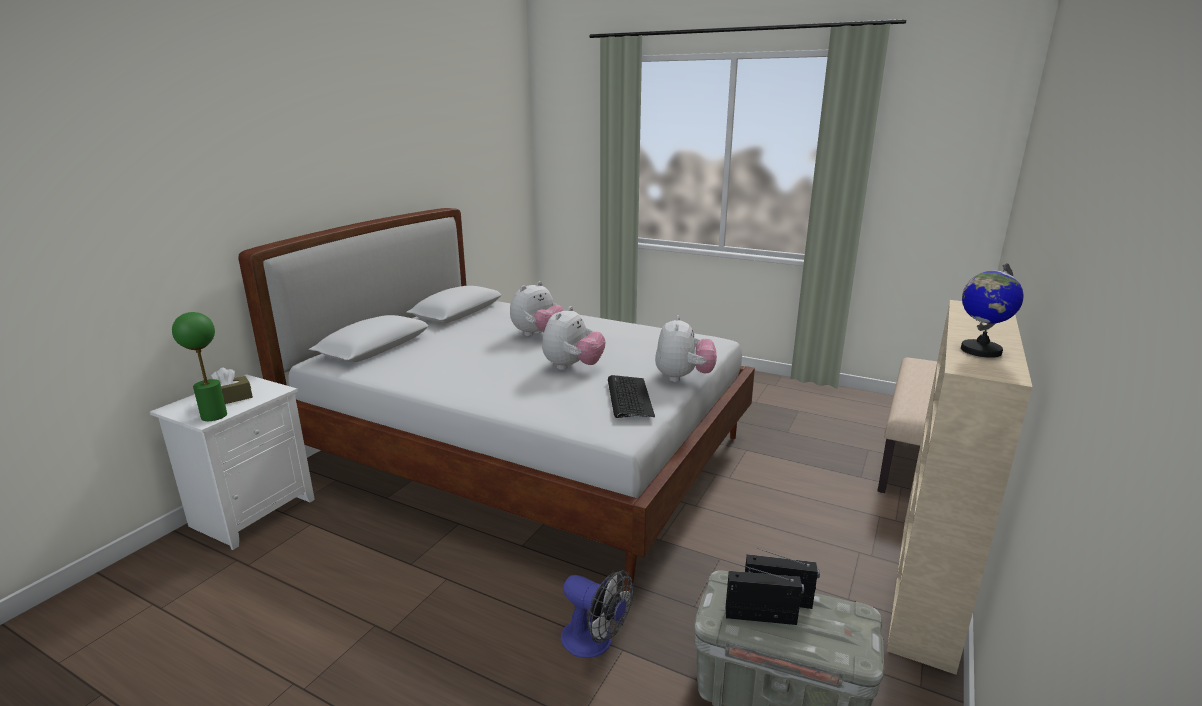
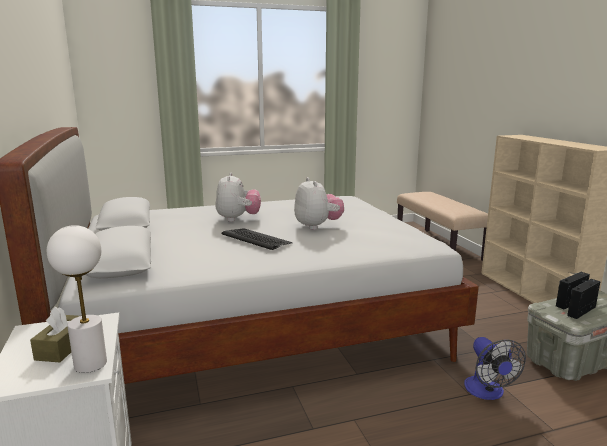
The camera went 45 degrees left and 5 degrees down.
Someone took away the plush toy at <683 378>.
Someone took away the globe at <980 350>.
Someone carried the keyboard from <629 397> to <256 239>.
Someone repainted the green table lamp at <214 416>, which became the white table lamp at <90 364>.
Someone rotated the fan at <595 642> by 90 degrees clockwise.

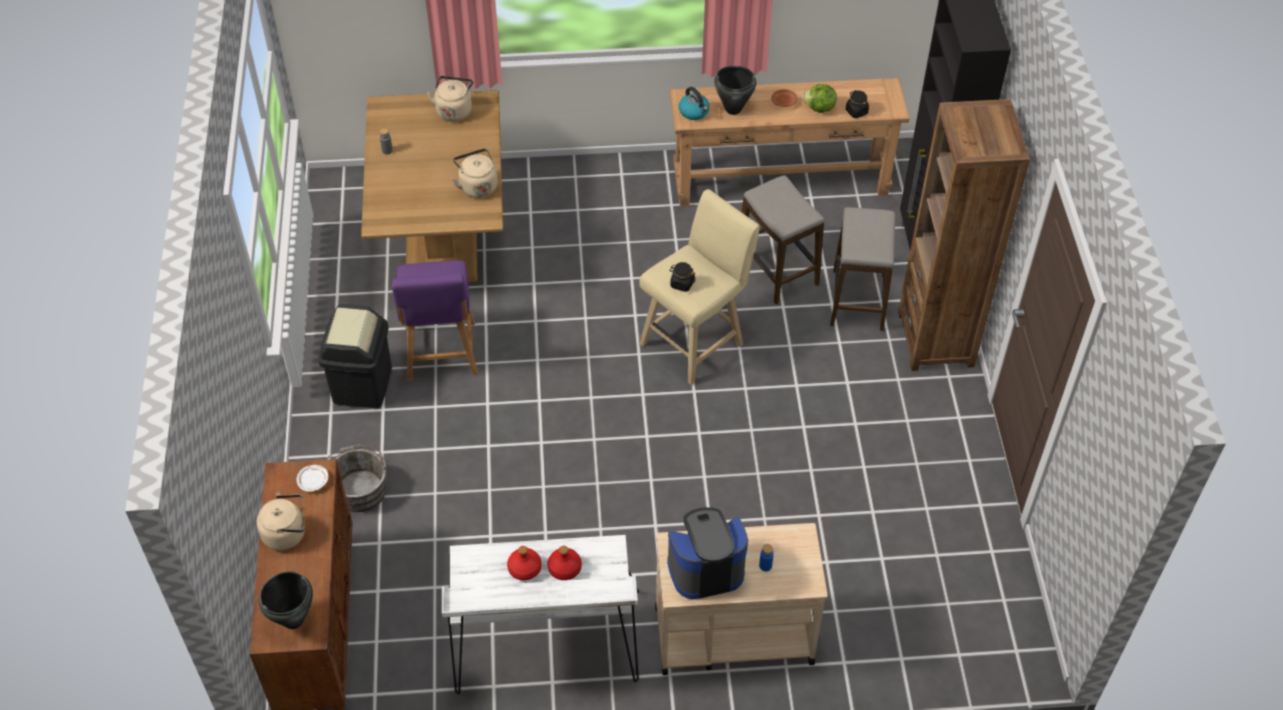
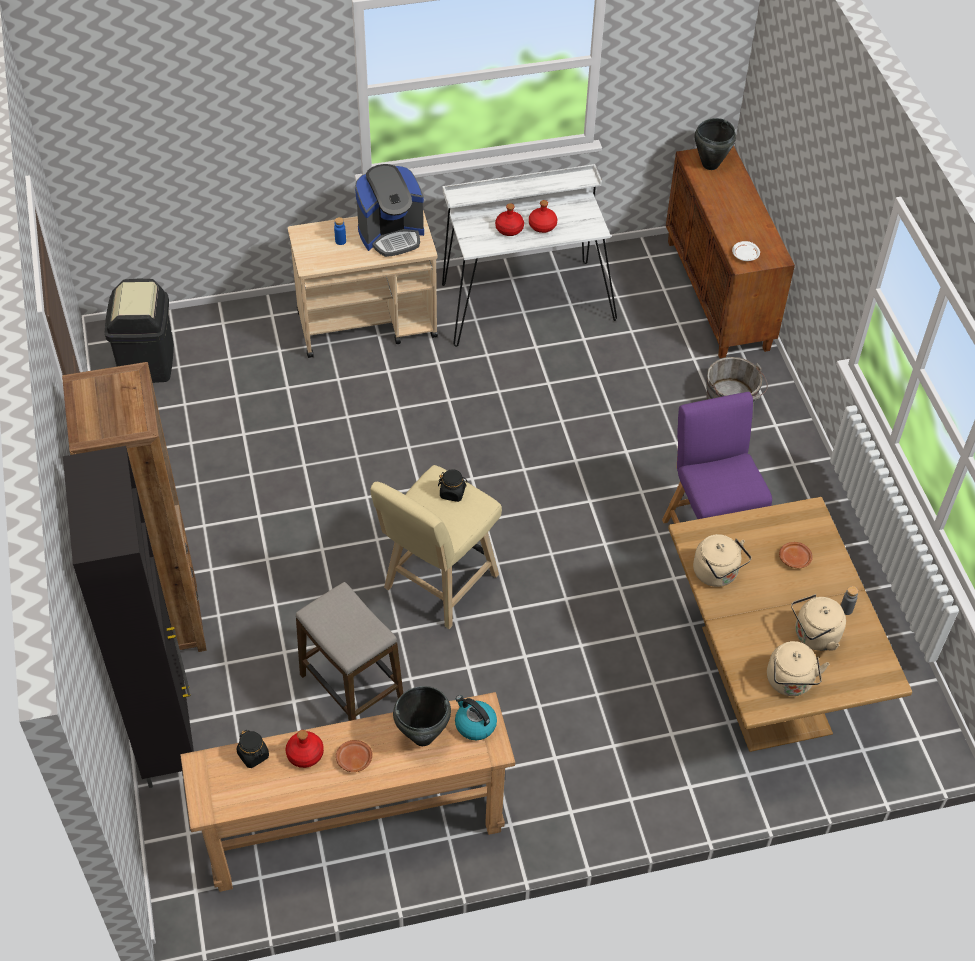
The camera went 170 degrees right and 0 degrees up.
Someone took away the stool at <858 300>.
Someone put down the brown plate at <795 558>.
Someone carried the beige kettle from <287 533> to <814 636>.
Someone carried the black trash can from <362 385> to <148 363>.
Someone swapped the lettuce at <819 108> for the red bottle at <305 754>.

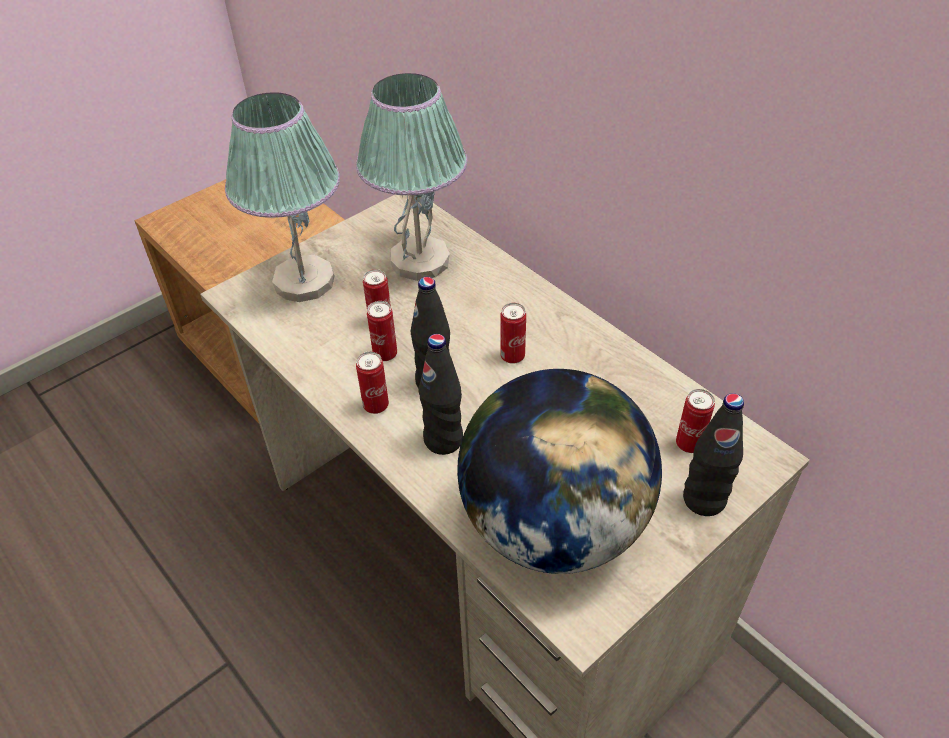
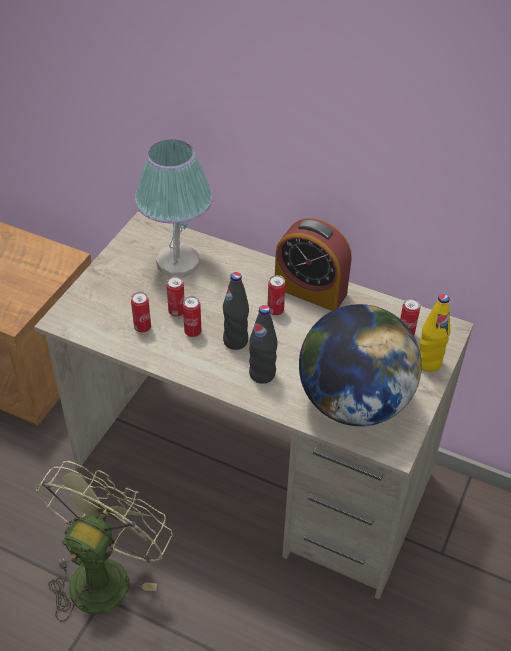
The camera went 25 degrees left and 0 degrees up.
Someone took away the table lamp at <303 281>.
Someone put down the green fan at <105 573>.
Someone put down the alarm clock at <310 290>.
Someone carried the can from <376 406> to <142 327>.
Someone repainted the black bottle at <704 500>, which became the yellow bottle at <428 363>.

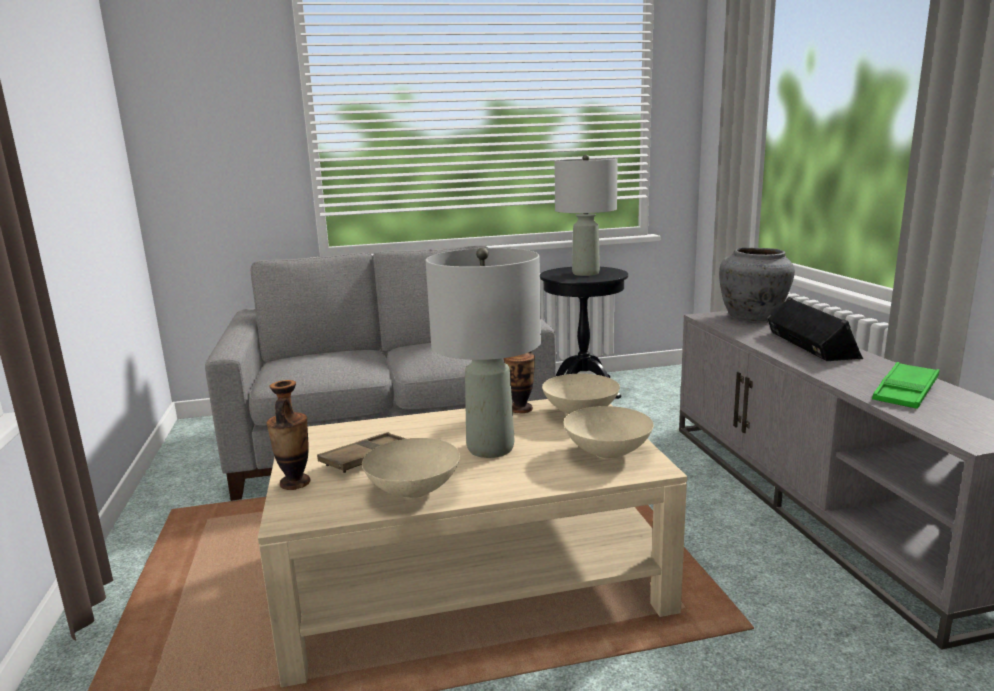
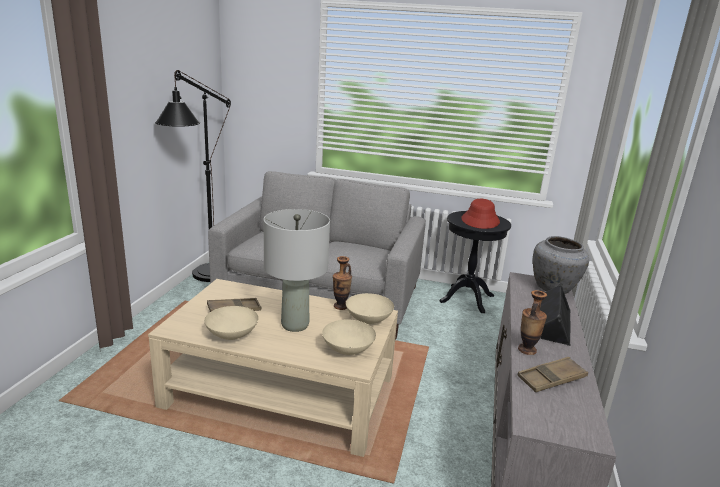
The camera went 25 degrees right and 5 degrees up.
Someone put down the black floor lamp at <206 278>.
Someone carried the vase from <295 483> to <527 350>.
Someone swapped the grey table lamp at <586 273> for the red hat at <480 220>.
Someone repainted the green tray at <905 392>, which became the brown tray at <551 379>.

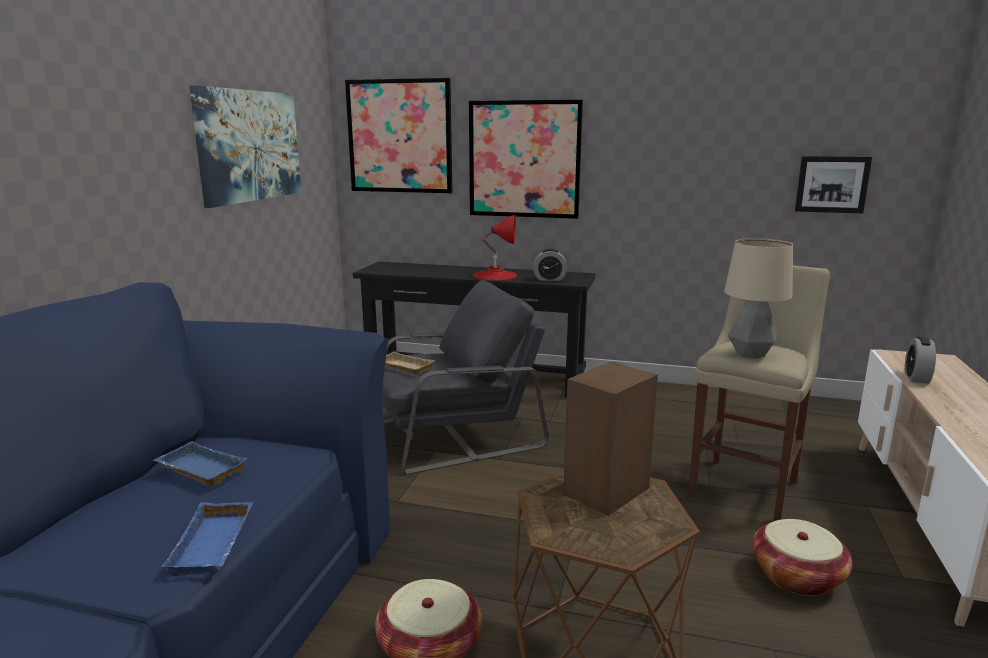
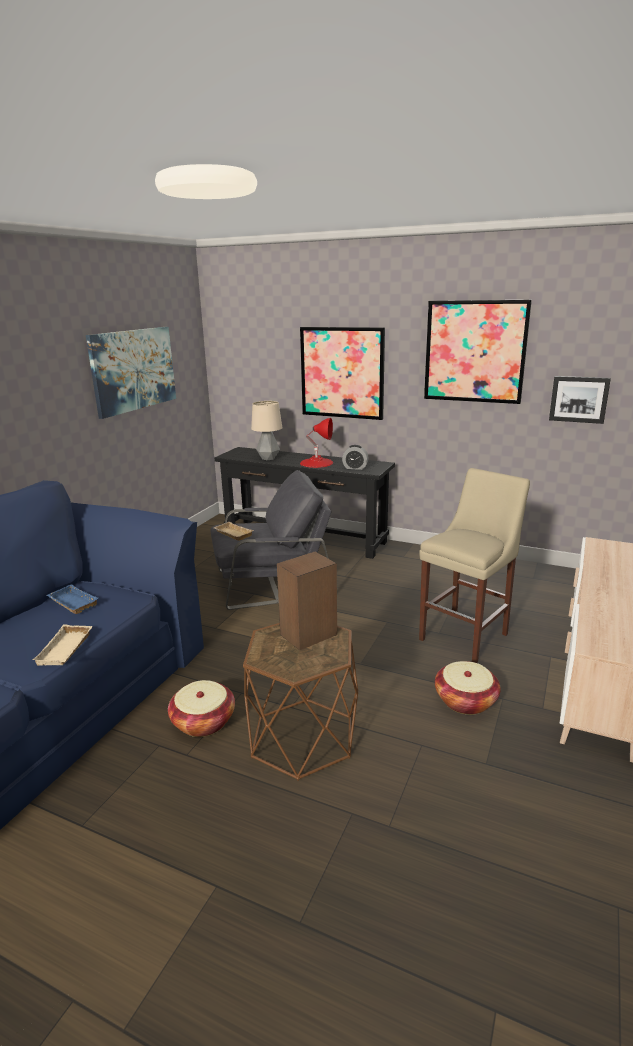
The camera went 10 degrees right and 5 degrees up.
Someone took away the alarm clock at <916 377>.
Someone carried the picture from <400 136> to <475 351>.
Someone carried the table lamp from <750 354> to <268 458>.
Someone repainted the blue tray at <215 545>, which became the beige tray at <66 650>.

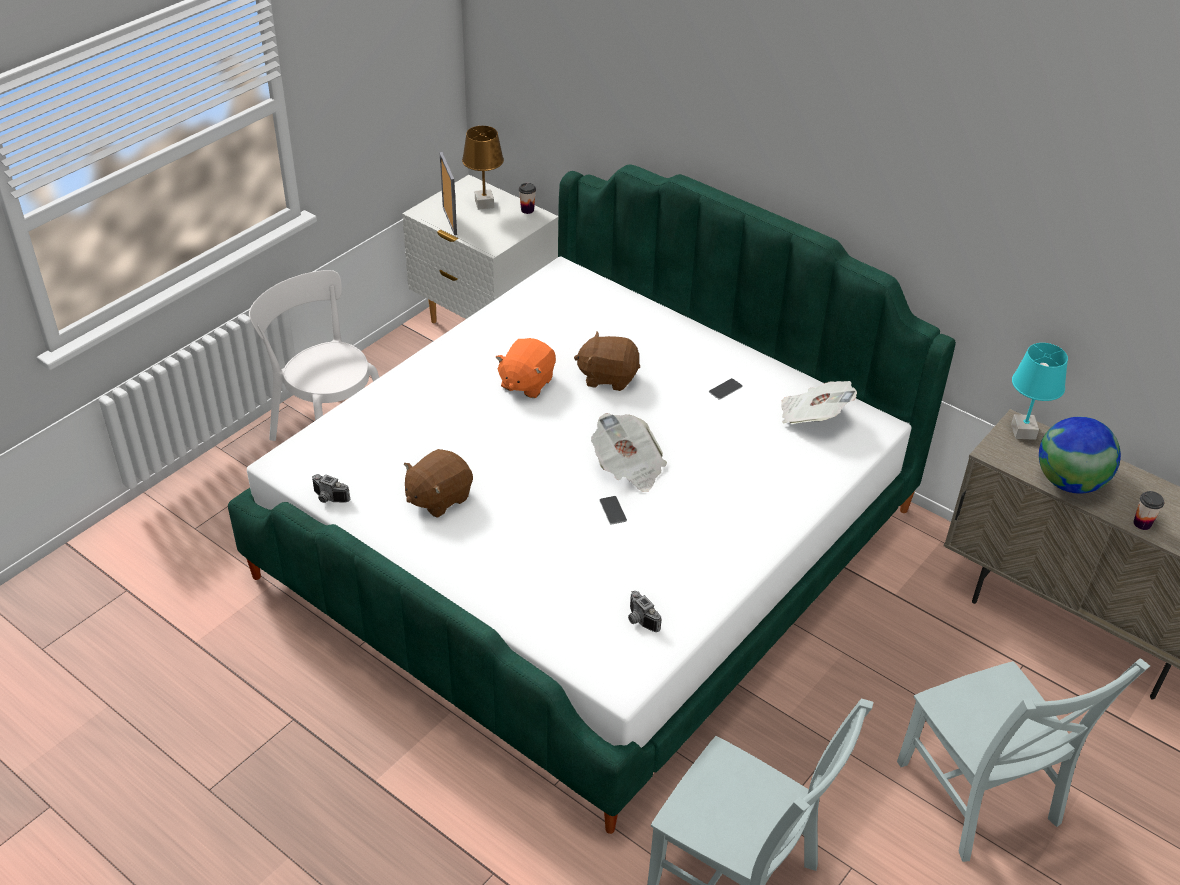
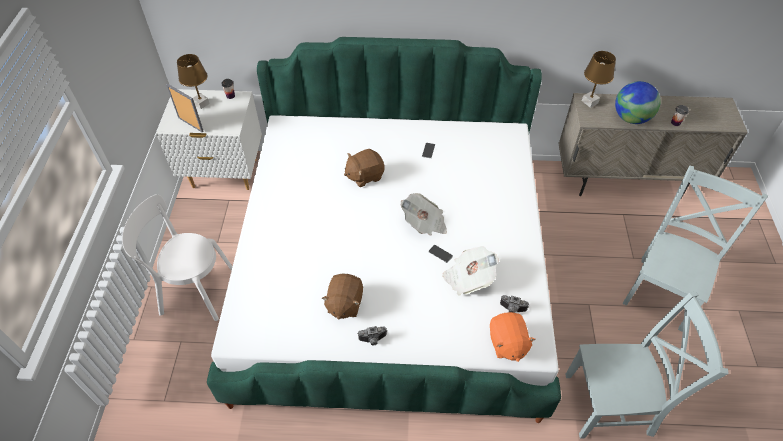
The camera went 35 degrees left and 10 degrees up.
Someone carried the photo camera from <328 499> to <373 340>.
Someone carried the orange plush toy from <526 383> to <507 343>.
Someone carried the newspaper from <813 417> to <468 278>.
Someone repainted the turquoise table lamp at <1023 432>, which became the brown table lamp at <590 102>.
Someone rotated the grey chair at <980 798> by 90 degrees counterclockwise.

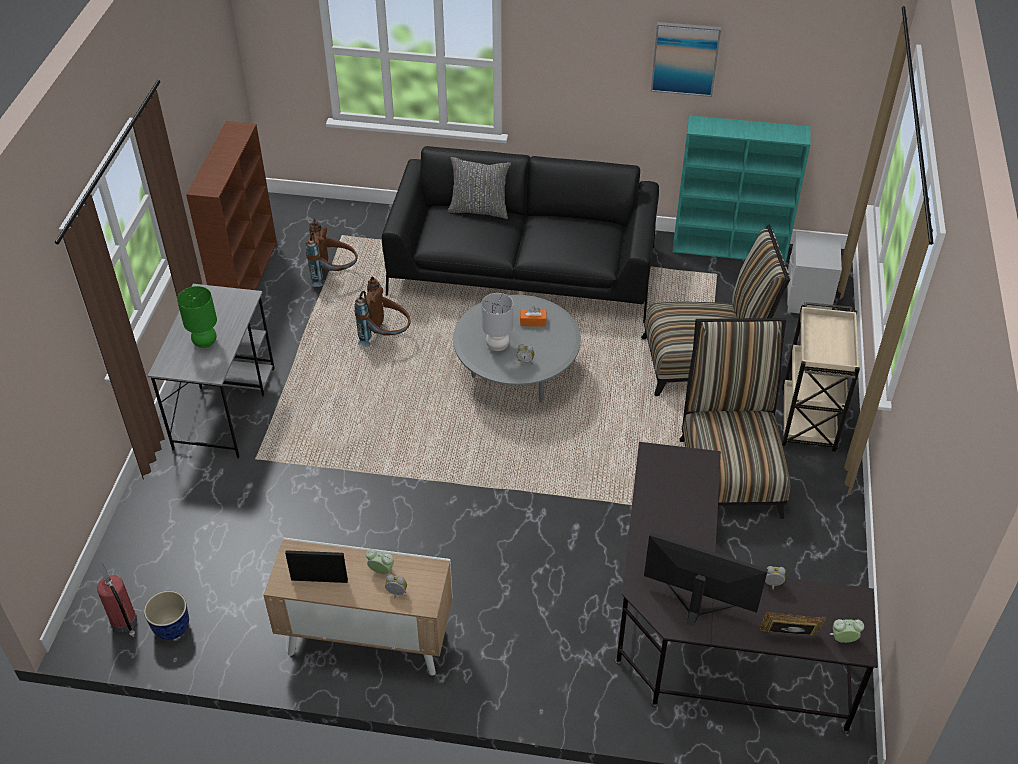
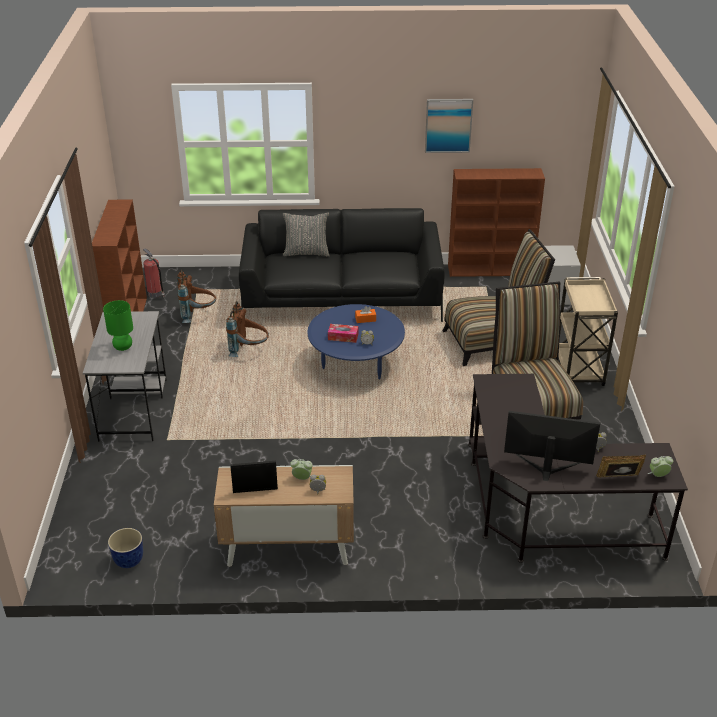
The camera went 10 degrees left and 10 degrees down.
Someone carried the fire extinguisher from <124 622> to <155 293>.
Someone swapped the grey table lamp at <497 346> for the tissue box at <343 337>.
Someone repainted the grey coffee table at <516 376>, which became the blue coffee table at <356 364>.
Someone repainted the turquoise bookcase at <730 248>, which became the brown bookcase at <491 270>.

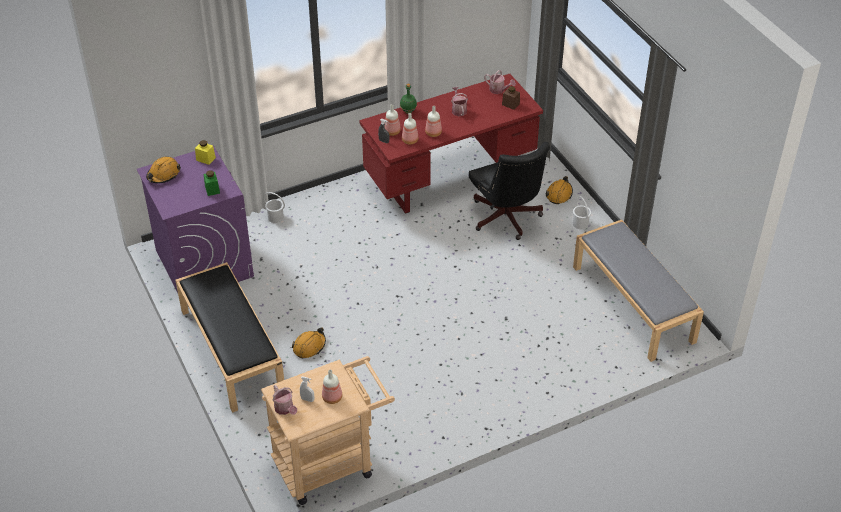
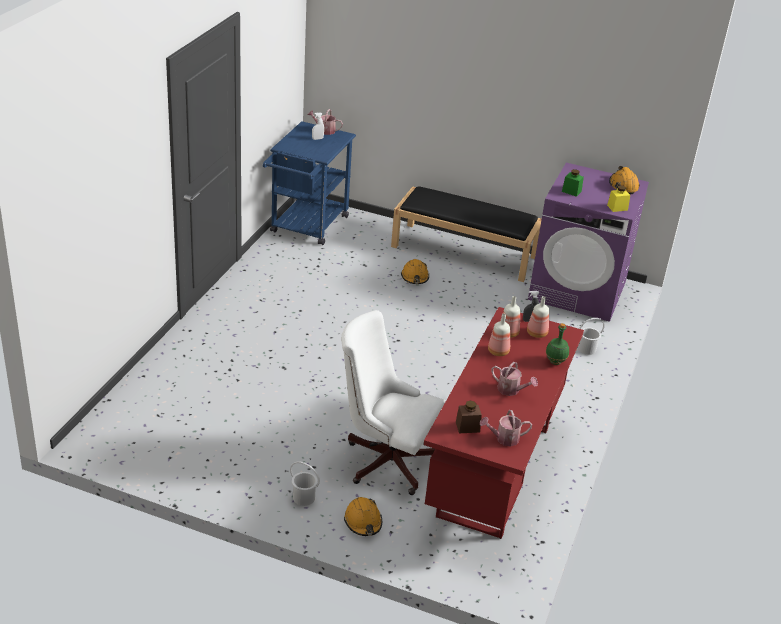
The camera went 135 degrees right and 10 degrees down.
Someone took away the bottle at <333 398>.
Someone took away the grey bench at <634 304>.
Someone repainted the beige cart at <331 462>, which became the blue cart at <306 227>.
Someone repainted the black office chair at <506 220>, which became the white office chair at <385 459>.

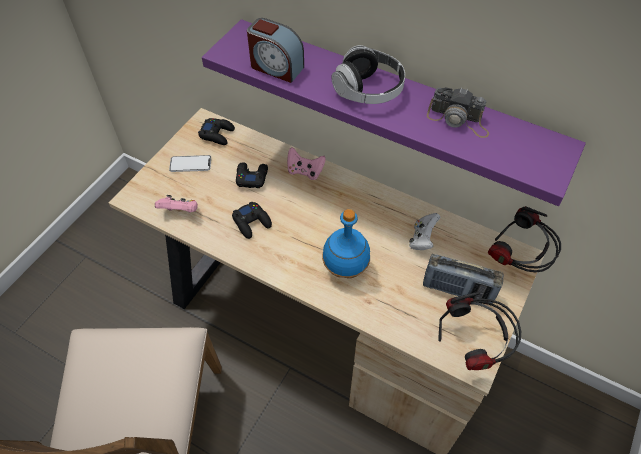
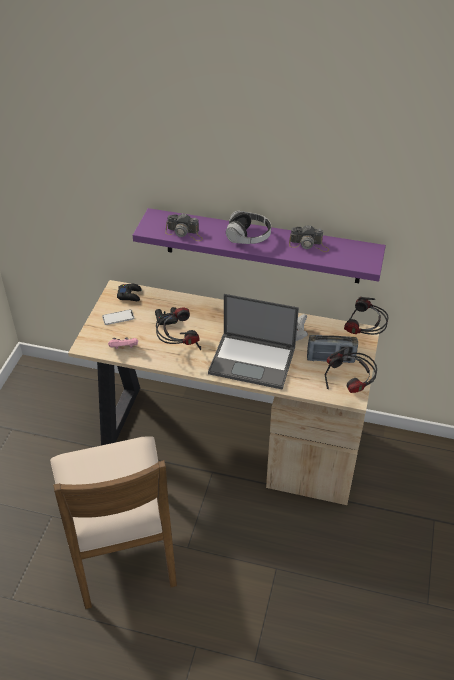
The camera went 15 degrees left and 10 degrees down.
Someone took away the pink game controller at <305 171>.
Someone swapped the black game controller at <252 222> for the headphones at <178 346>.
Someone swapped the alarm clock at <276 67> for the photo camera at <184 233>.
Someone swapped the blue bottle at <346 268> for the laptop at <253 360>.

